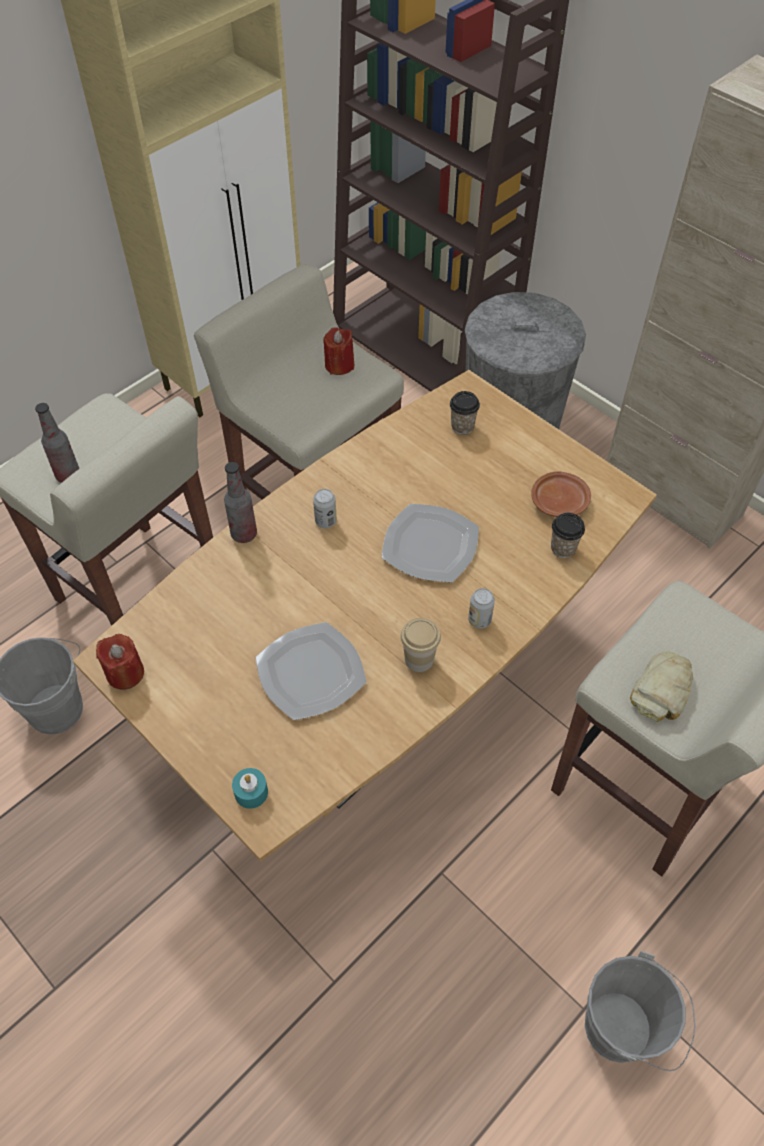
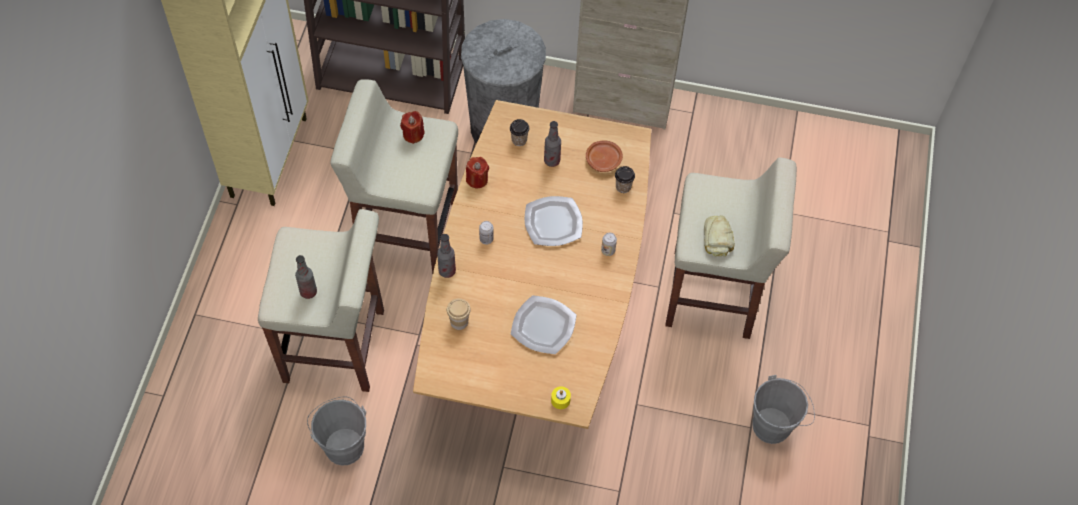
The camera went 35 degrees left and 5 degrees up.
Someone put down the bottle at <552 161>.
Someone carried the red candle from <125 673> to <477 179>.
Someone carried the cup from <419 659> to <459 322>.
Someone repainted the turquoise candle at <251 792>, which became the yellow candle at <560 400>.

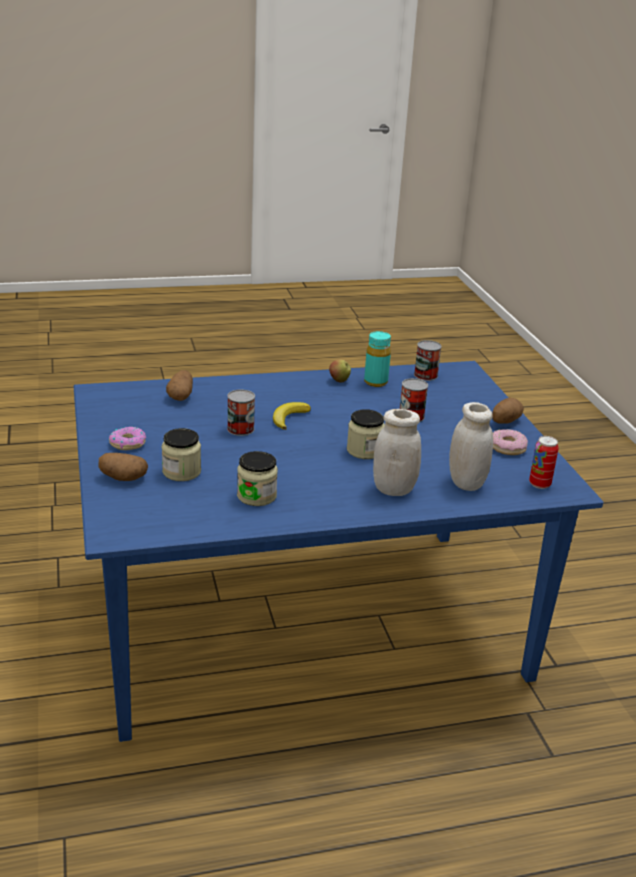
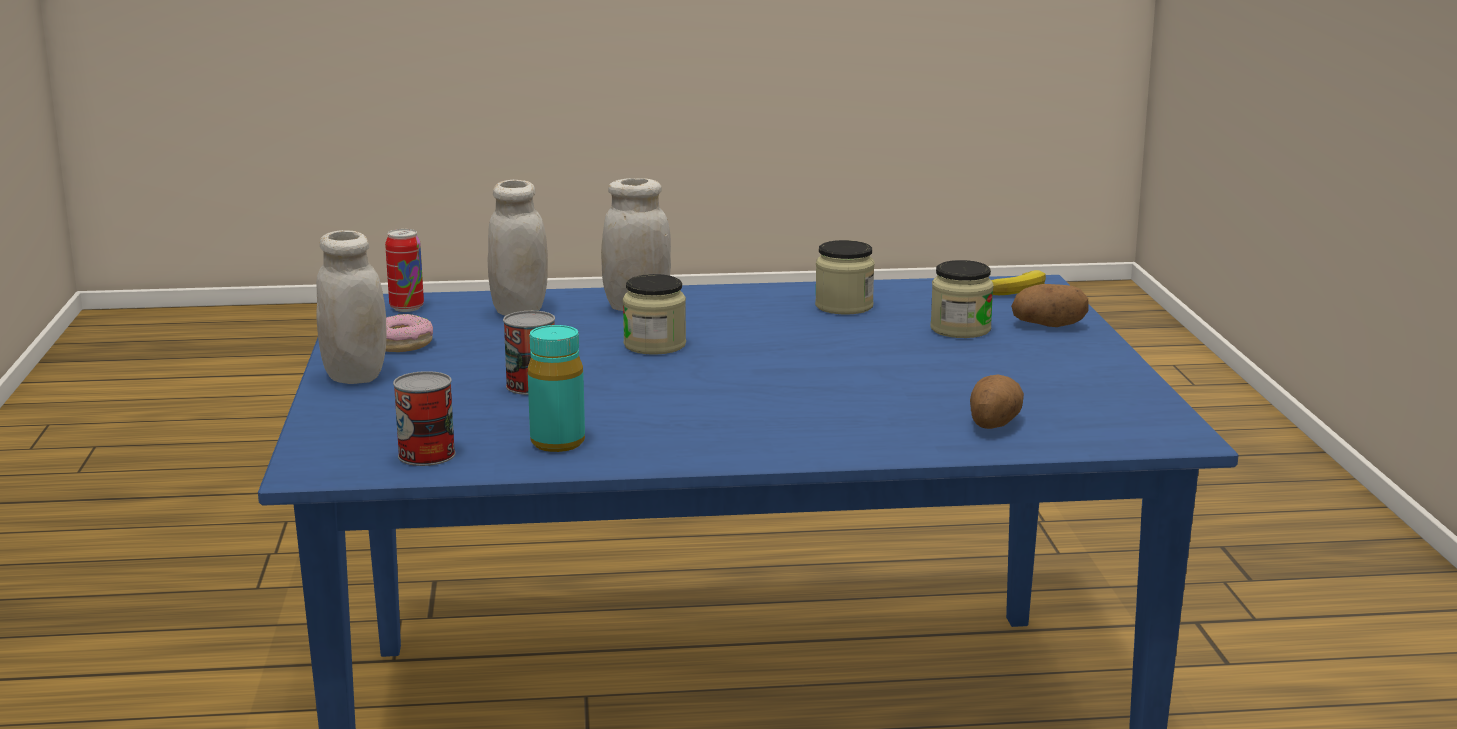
The camera went 170 degrees left and 10 degrees down.
Someone took away the donut at <128 443>.
Someone took away the can at <240 429>.
Someone took away the apple at <339 381>.
Someone carried the banana from <289 418> to <1019 289>.
Someone swapped the potato at <504 421> for the white jar at <355 376>.

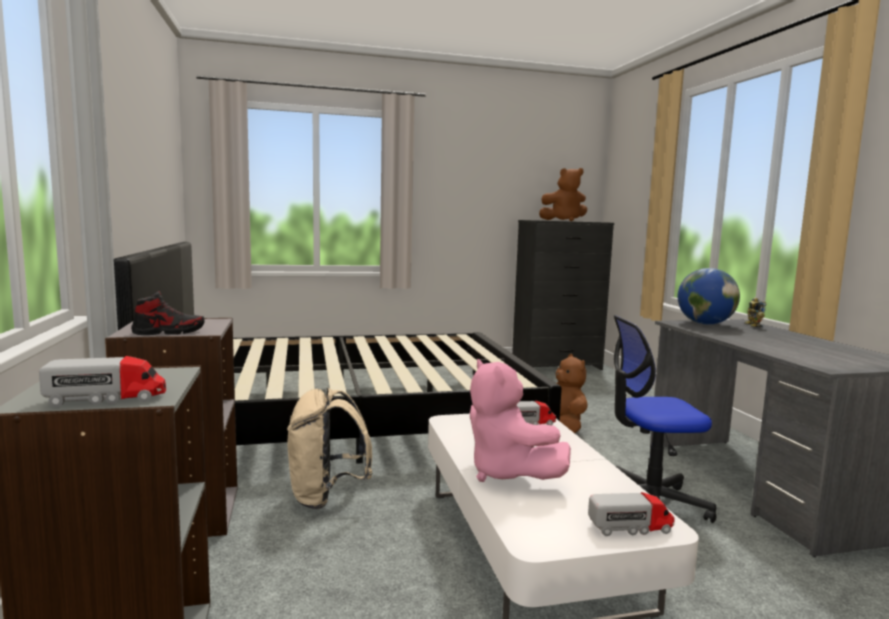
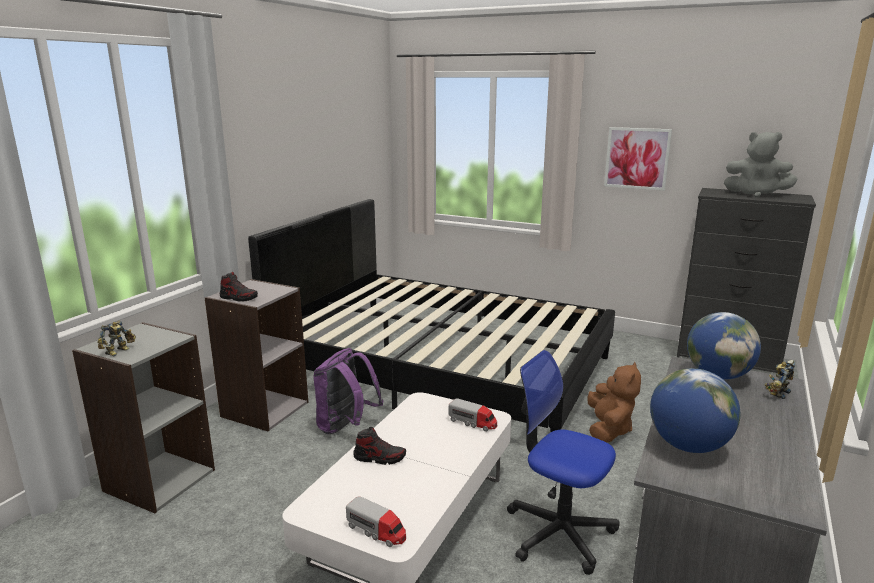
The camera went 40 degrees right and 10 degrees up.
Someone put up the picture at <637 158>.
Someone put down the globe at <688 446>.
Someone swapped the toy truck at <107 399> for the toy robot at <119 351>.
Someone swapped the pink plush toy at <507 473> for the shoe at <379 458>.
Someone repainted the beige backpack at <326 496>, which became the purple backpack at <345 427>.
Someone repainted the brown plush toy at <564 220>, which became the grey plush toy at <756 194>.

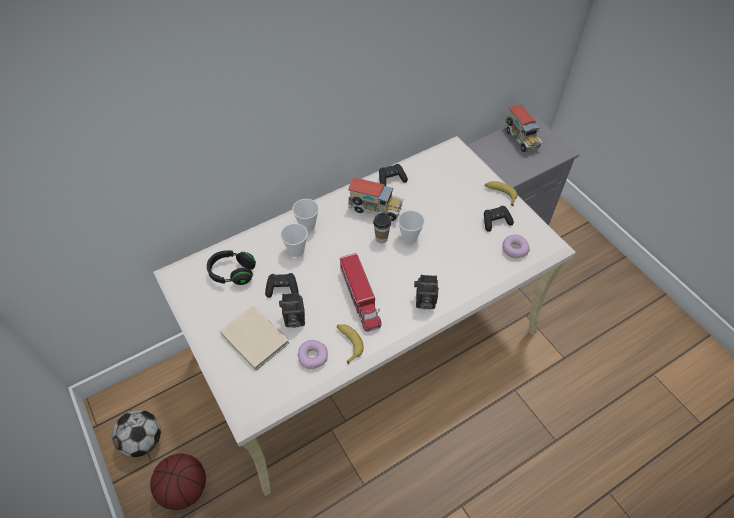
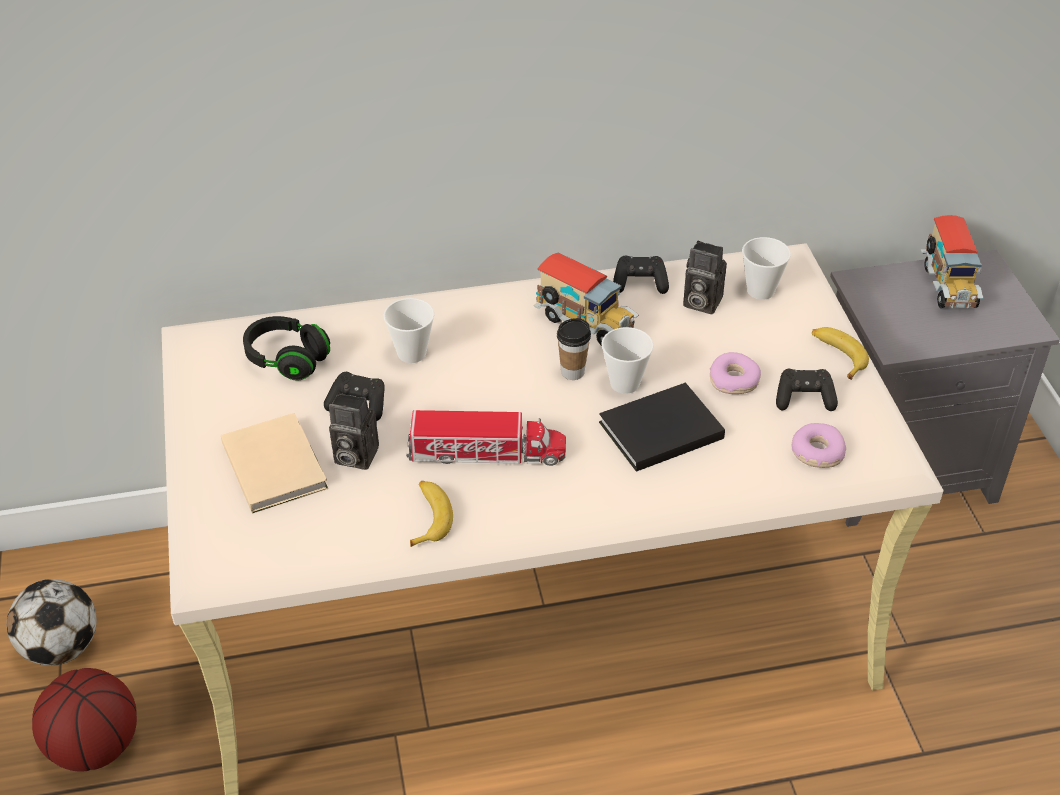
The camera went 20 degrees right and 10 degrees down.
Someone put down the black book at <657 430>.
Someone carried the cup from <307 226> to <760 290>.
Someone carried the donut from <313 356> to <734 380>.
Someone carried the photo camera from <424 302> to <699 302>.
Someone rotated the toy truck at <360 297> by 90 degrees counterclockwise.

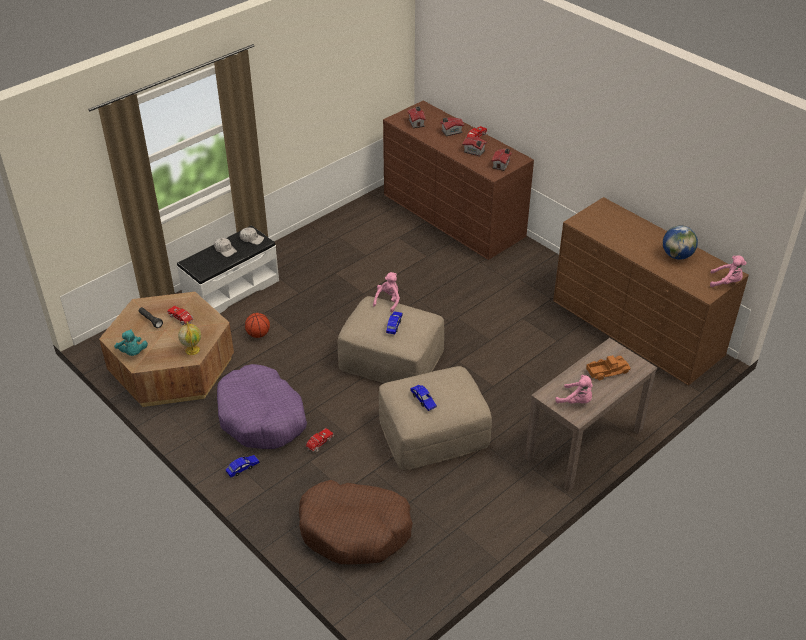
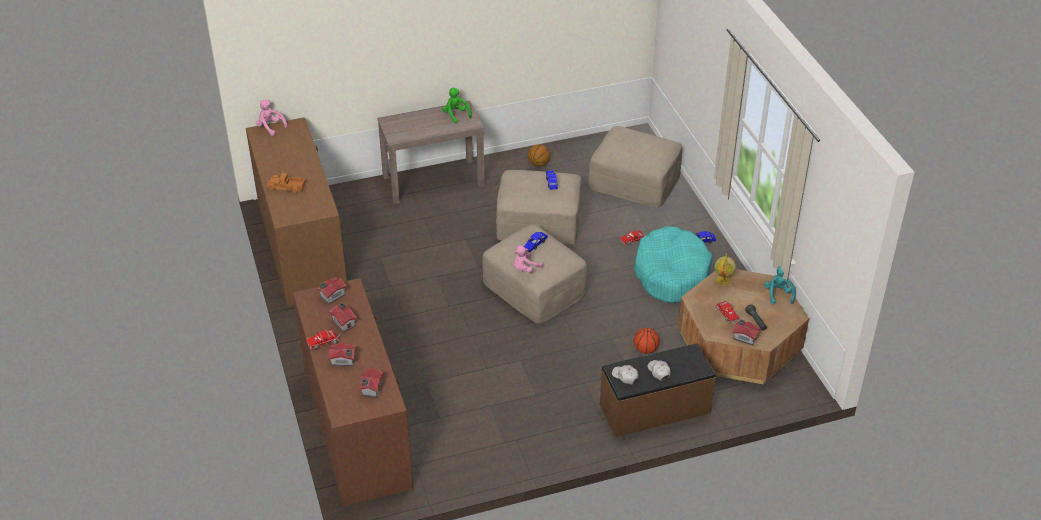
The camera went 155 degrees left and 0 degrees up.
Someone took away the globe at <677 255>.
Someone put down the basketball at <538 164>.
Someone put down the toy house at <744 337>.
Someone carried the toy truck from <607 371> to <287 187>.
Someone swapped the brown dog bed at <355 530> for the beige ottoman at <635 181>.
Someone repainted the white bench at <231 290>, which became the brown bench at <655 409>.
Someone repainted the purple dog bed at <262 417>, which became the turquoise dog bed at <671 274>.
Someone repainted the pink plush toy at <576 401>, which became the green plush toy at <456 115>.

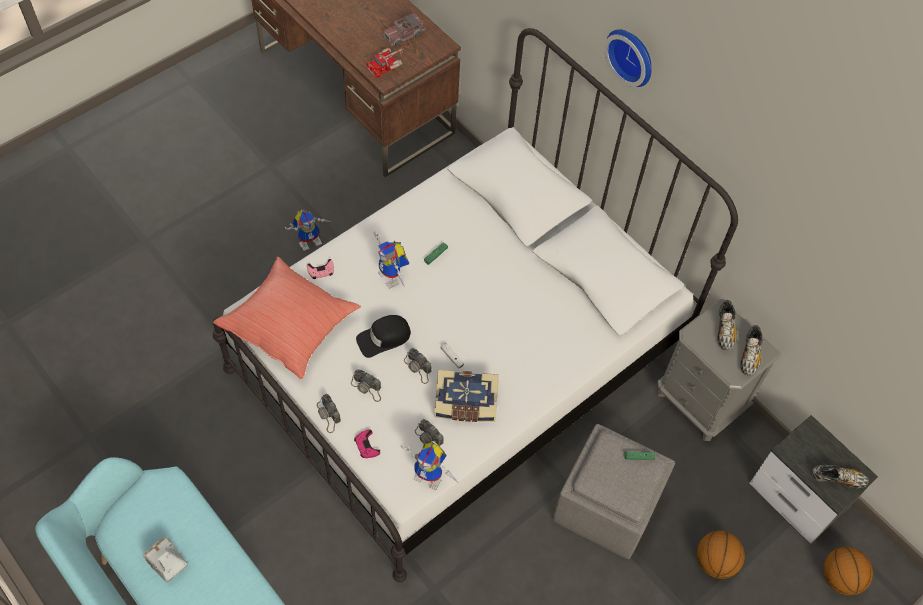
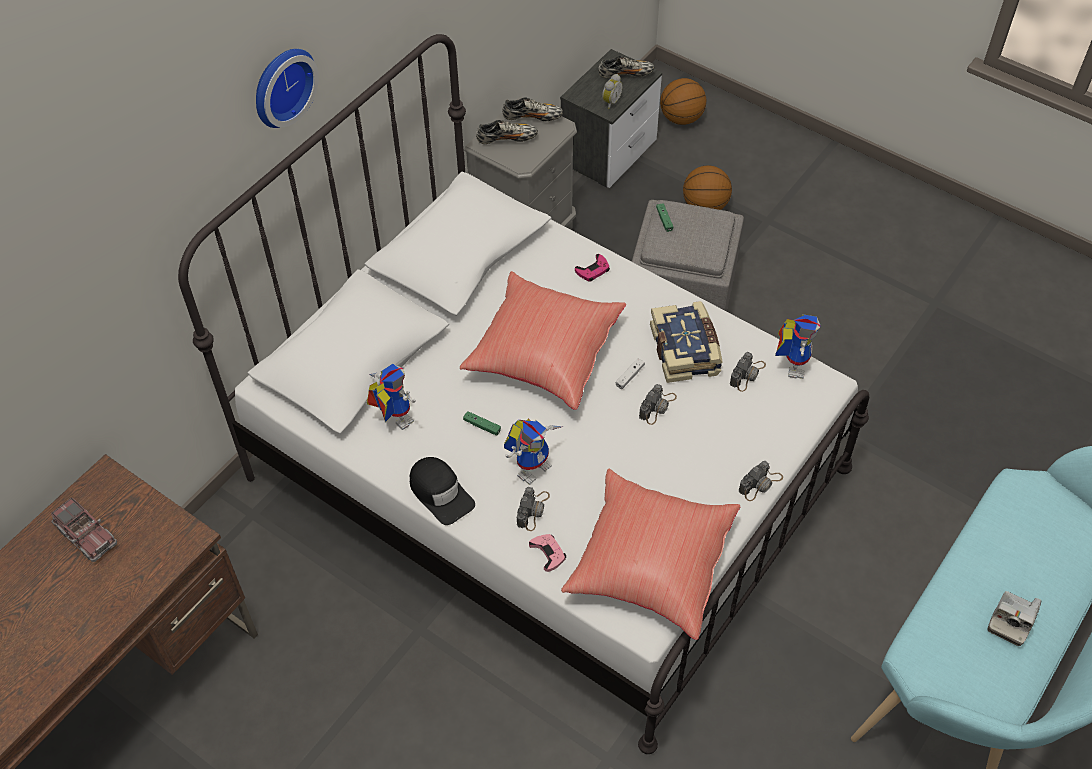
The camera went 100 degrees left and 5 degrees down.
Someone took away the toy truck at <386 65>.
Someone put down the red pillow at <543 354>.
Someone put down the alarm clock at <610 102>.
Someone carried the toy robot from <310 240> to <392 418>.
Someone carried the photo camera from <367 388> to <533 510>.
Someone carried the pink game controller from <366 446> to <593 270>.
Someone carried the black cap from <384 338> to <440 493>.
Someone rotated the shoe at <837 479> by 90 degrees clockwise.

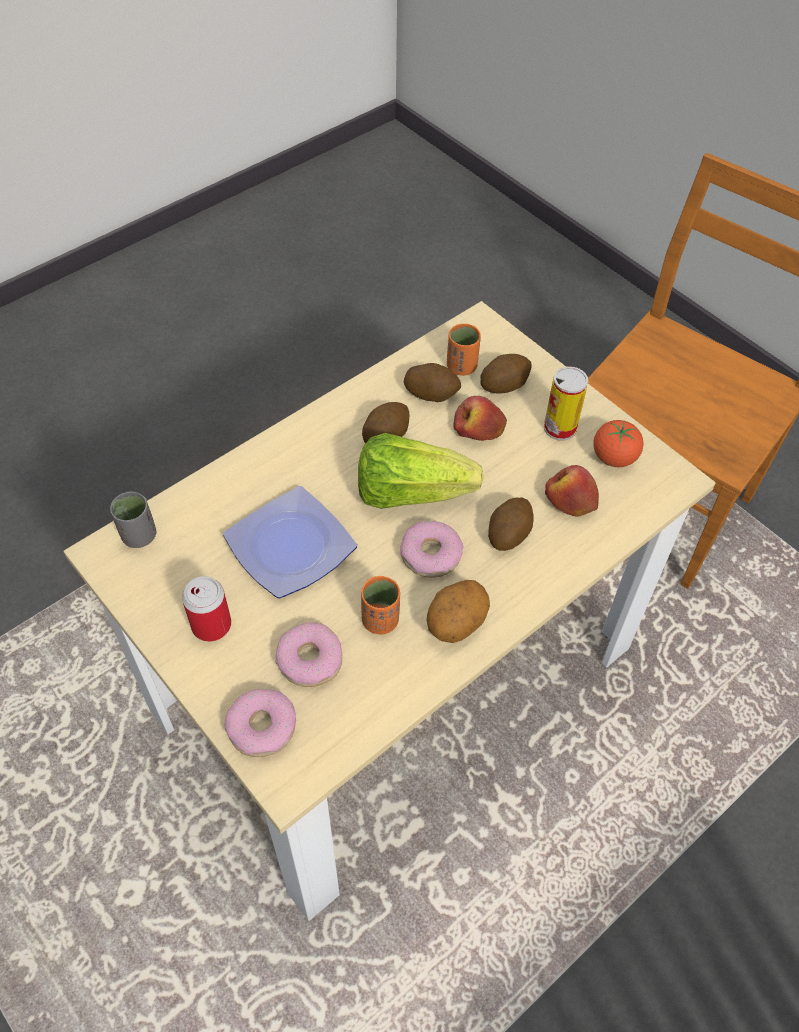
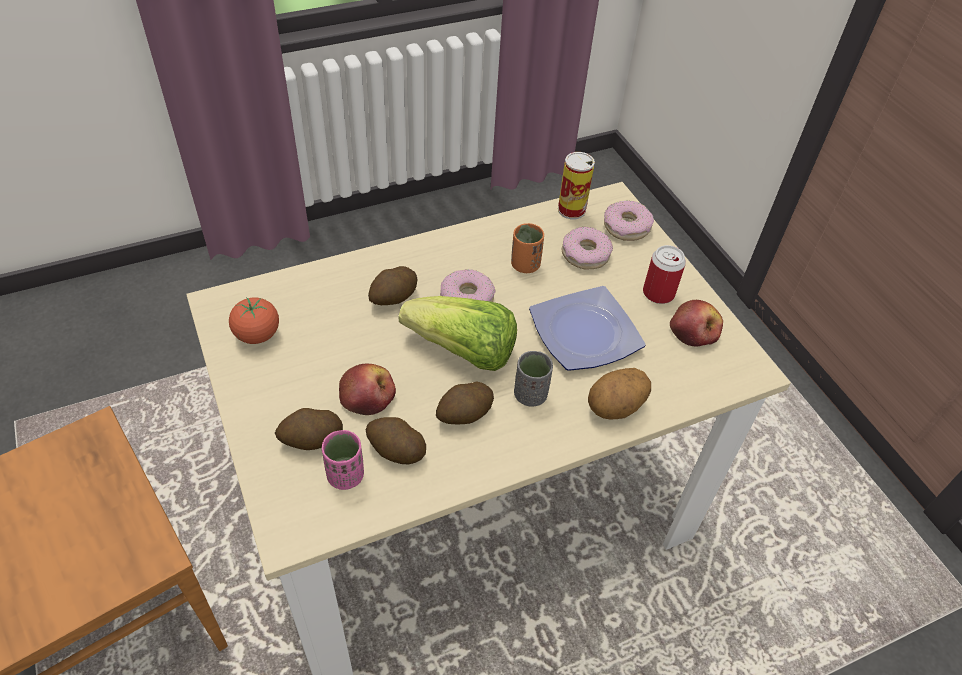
The camera went 165 degrees left and 5 degrees down.
Someone carried the grey cup from <139 536> to <530 395>.
Someone carried the potato from <455 623> to <616 407>.
Someone carried the can from <560 428> to <571 210>.
Someone carried the apple from <570 500> to <694 331>.
Someone repainted the orange cup at <461 367>, which became the pink cup at <345 475>.

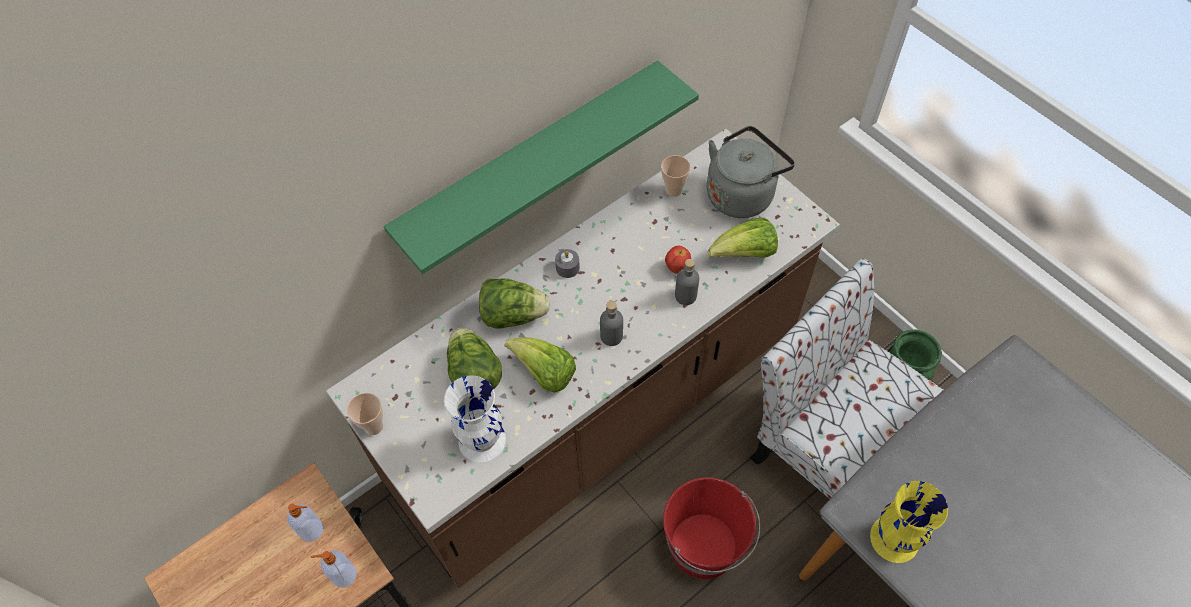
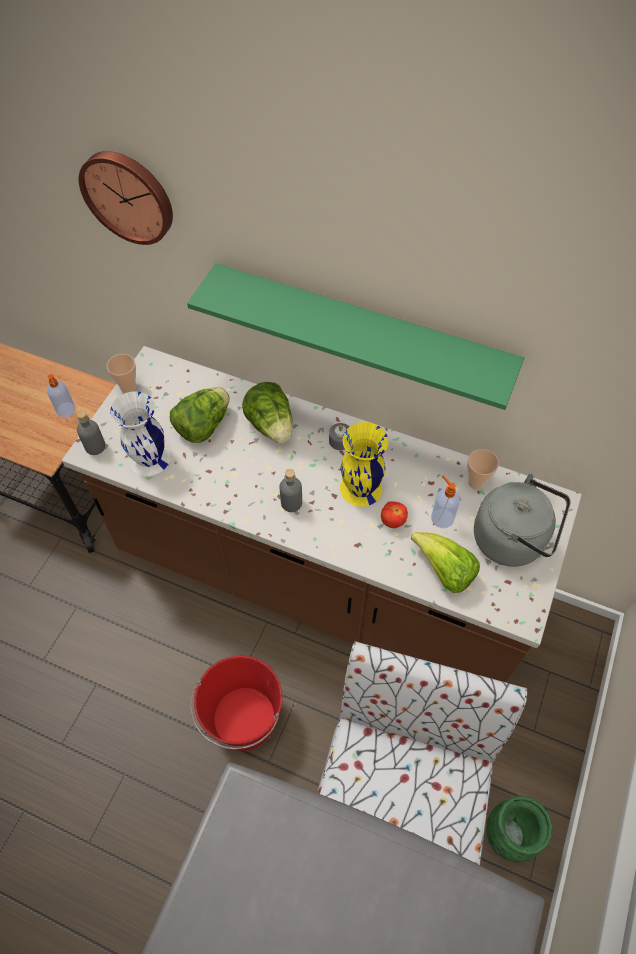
The camera went 60 degrees right and 0 degrees up.
Someone took away the lettuce at <544 373>.
Someone put up the wall clock at <129 196>.
Someone carried the soap dispenser from <343 575> to <441 518>.
Someone carried the grey bottle from <685 296> to <95 446>.
Someone carried the yellow vase from <895 539> to <360 488>.

